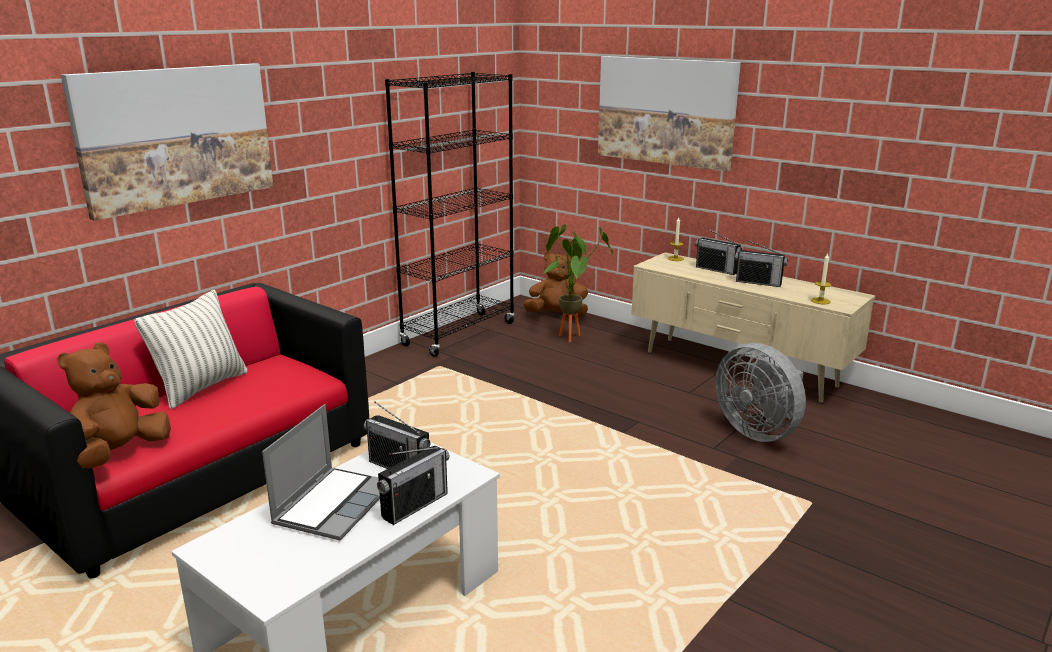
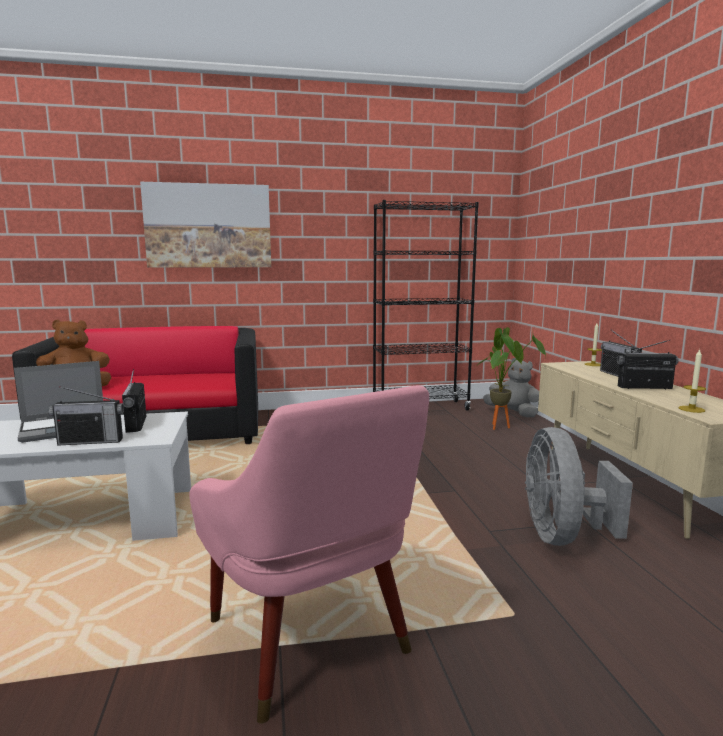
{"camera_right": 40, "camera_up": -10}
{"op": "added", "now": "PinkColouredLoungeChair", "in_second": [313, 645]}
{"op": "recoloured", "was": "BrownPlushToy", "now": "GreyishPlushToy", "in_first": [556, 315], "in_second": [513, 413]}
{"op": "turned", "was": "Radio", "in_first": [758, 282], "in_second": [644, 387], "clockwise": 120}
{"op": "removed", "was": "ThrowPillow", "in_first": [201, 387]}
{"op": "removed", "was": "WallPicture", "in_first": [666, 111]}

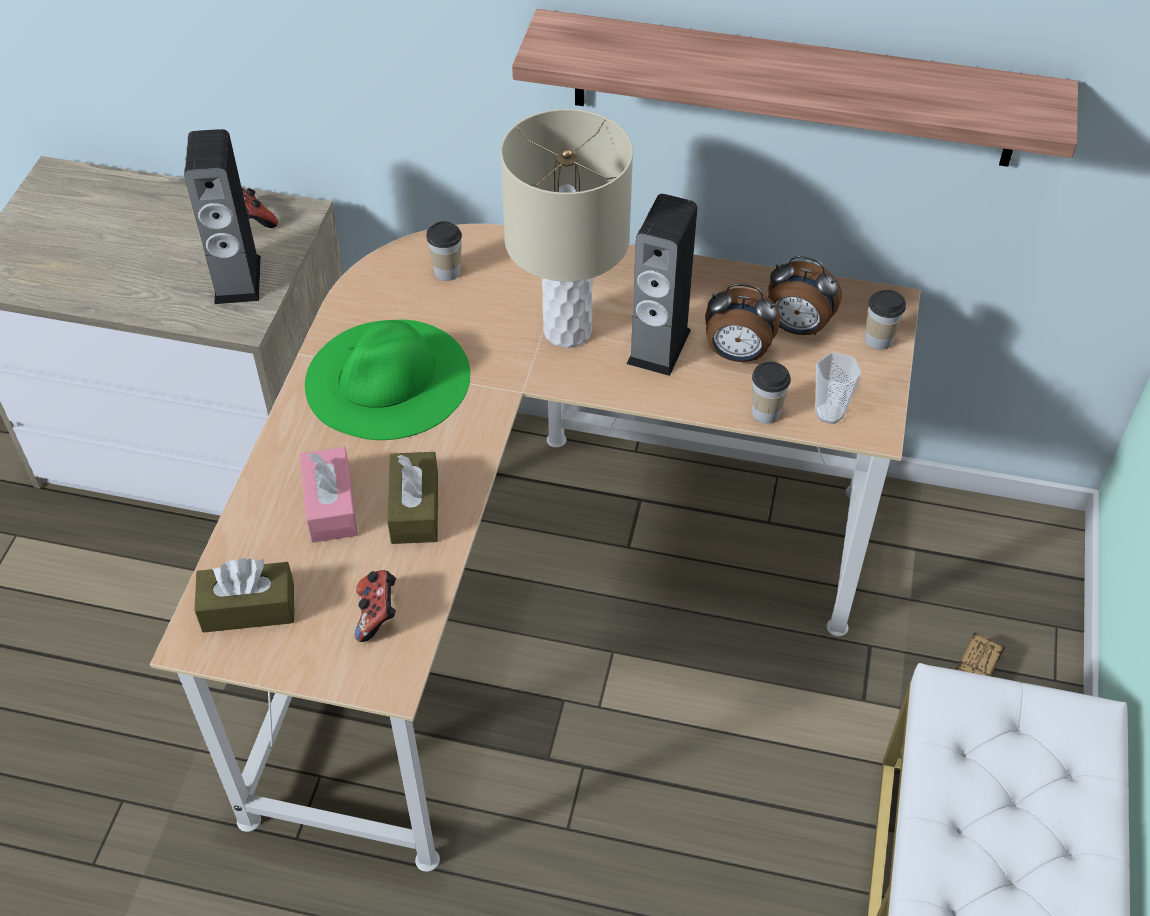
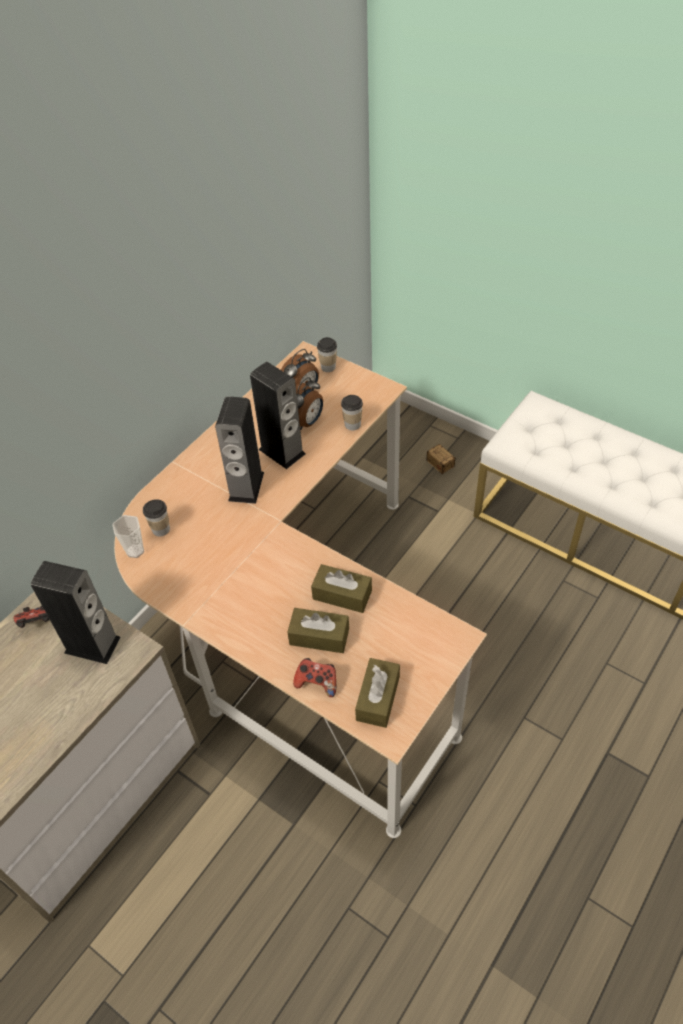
{"camera_right": -65, "camera_up": 0}
{"op": "moved", "was": "SmallCup", "in_first": [829, 413], "in_second": [135, 551]}
{"op": "replaced", "was": "SandColouredLampForATable", "now": "AudioSpeaker", "in_first": [568, 331], "in_second": [246, 486]}
{"op": "recoloured", "was": "PinkColouredTissueHolder", "now": "BrownTissueHolder", "in_first": [331, 505], "in_second": [319, 636]}
{"op": "moved", "was": "Gamepad", "in_first": [377, 614], "in_second": [317, 682]}
{"op": "removed", "was": "GreenClothingHat", "in_first": [388, 379]}
{"op": "removed", "was": "WallShelf", "in_first": [793, 89]}

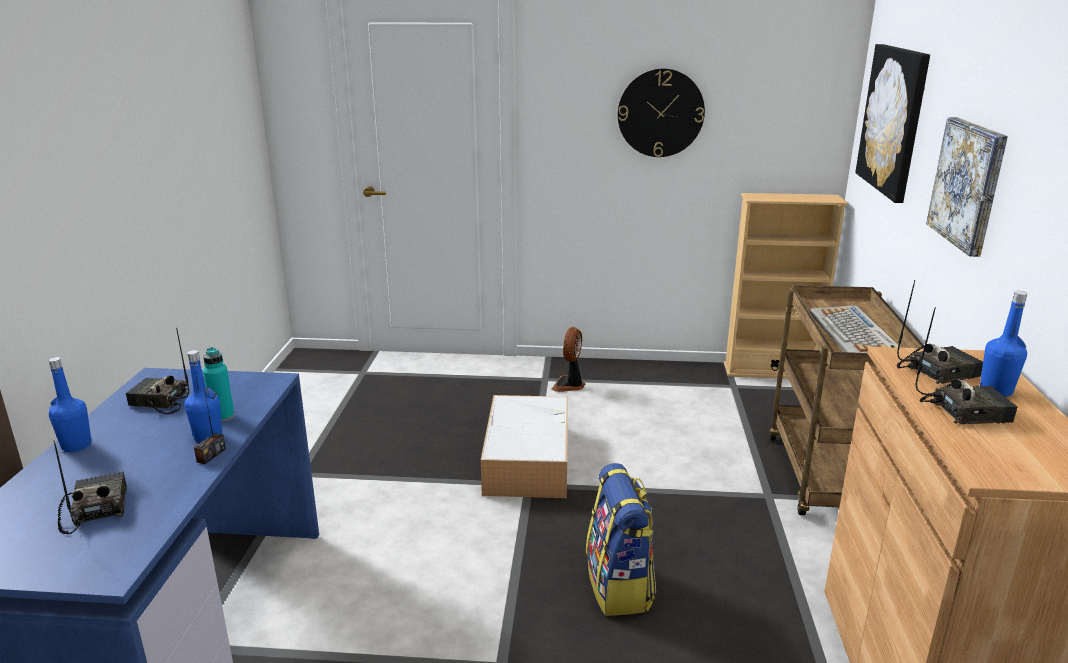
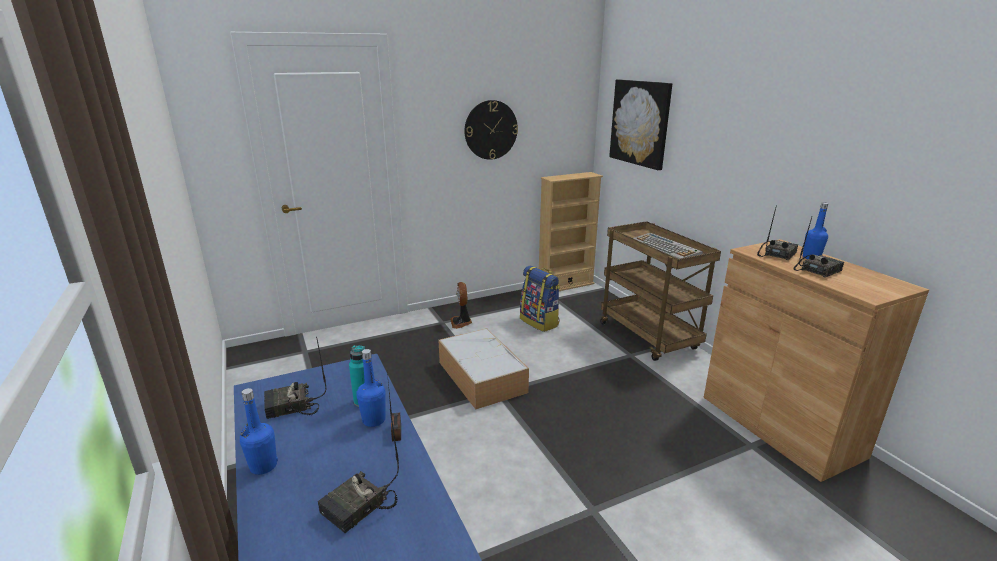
{"camera_right": -30, "camera_up": 0}
{"op": "turned", "was": "Radio", "in_first": [95, 509], "in_second": [359, 508], "clockwise": -90}
{"op": "moved", "was": "Backpack", "in_first": [620, 587], "in_second": [540, 322]}
{"op": "removed", "was": "WallPicture", "in_first": [968, 184]}

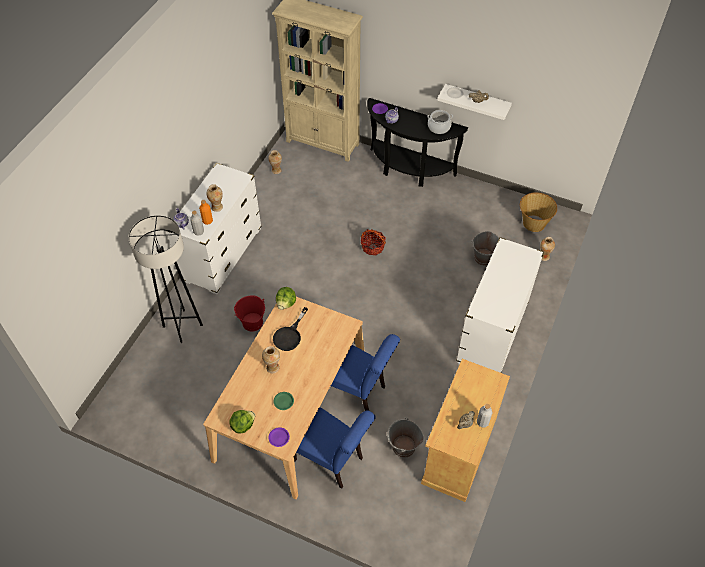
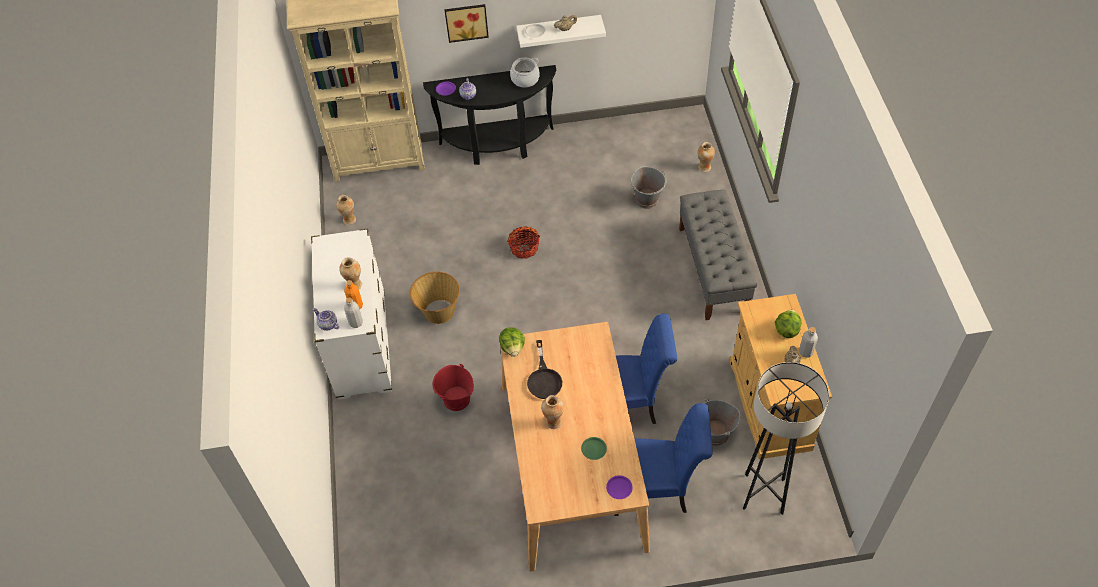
{"camera_right": -30, "camera_up": 0}
{"op": "moved", "was": "HouseholdBasket", "in_first": [533, 223], "in_second": [438, 311]}
{"op": "added", "now": "WallPicture", "in_second": [466, 21]}
{"op": "replaced", "was": "WhiteChestOfDrawers", "now": "GreyishLongSeat", "in_first": [492, 332], "in_second": [713, 270]}
{"op": "moved", "was": "GreyishFloorLamp", "in_first": [182, 326], "in_second": [764, 494]}
{"op": "moved", "was": "HeadOfLettuce", "in_first": [242, 425], "in_second": [786, 330]}

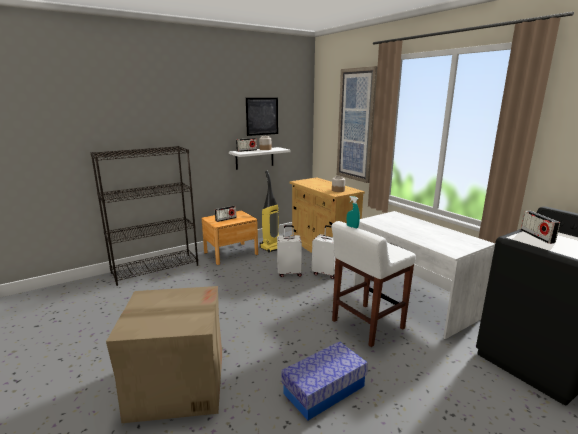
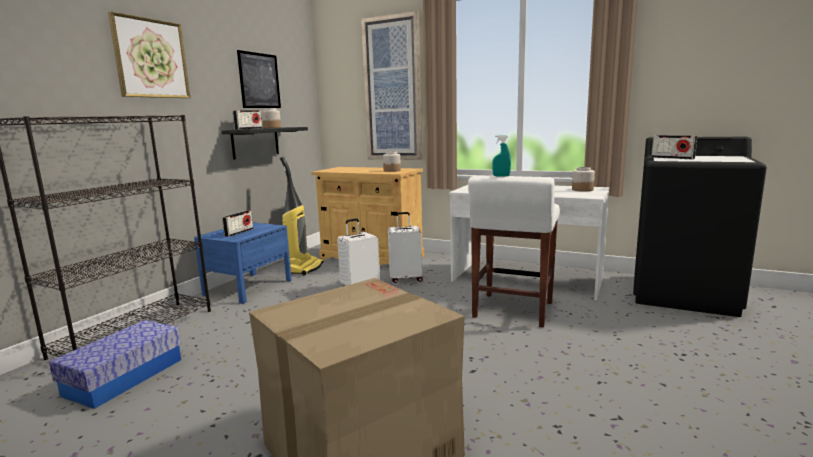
{"camera_right": -30, "camera_up": -5}
{"op": "moved", "was": "StorageBox", "in_first": [324, 389], "in_second": [124, 377]}
{"op": "added", "now": "WallPicture", "in_second": [151, 58]}
{"op": "recoloured", "was": "BrownBedsideTable", "now": "BlueBedsideTable", "in_first": [231, 253], "in_second": [248, 287]}
{"op": "recoloured", "was": "WhiteWallShelf", "now": "BlackishWallShelf", "in_first": [254, 158], "in_second": [255, 142]}
{"op": "added", "now": "StorageJar", "in_second": [582, 190]}

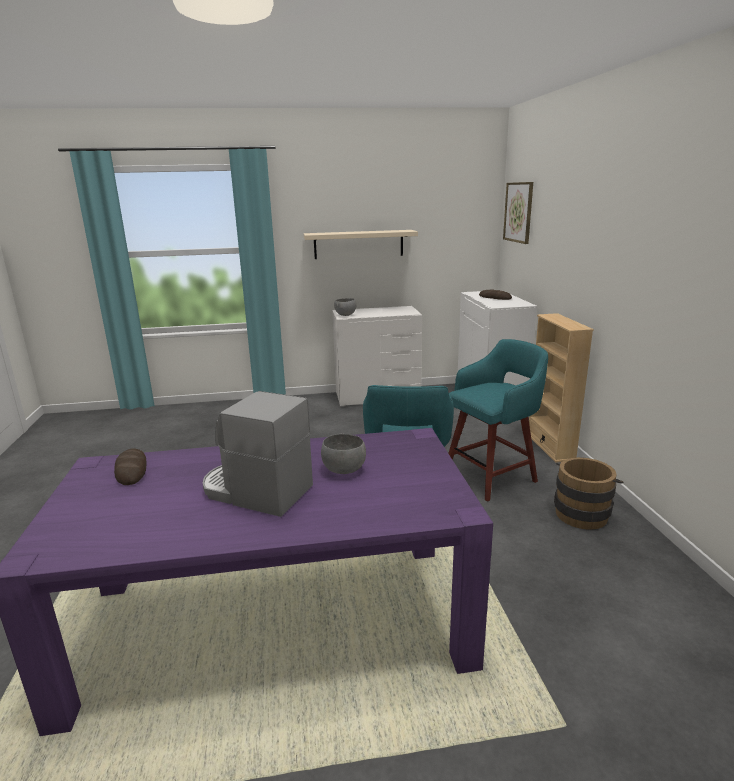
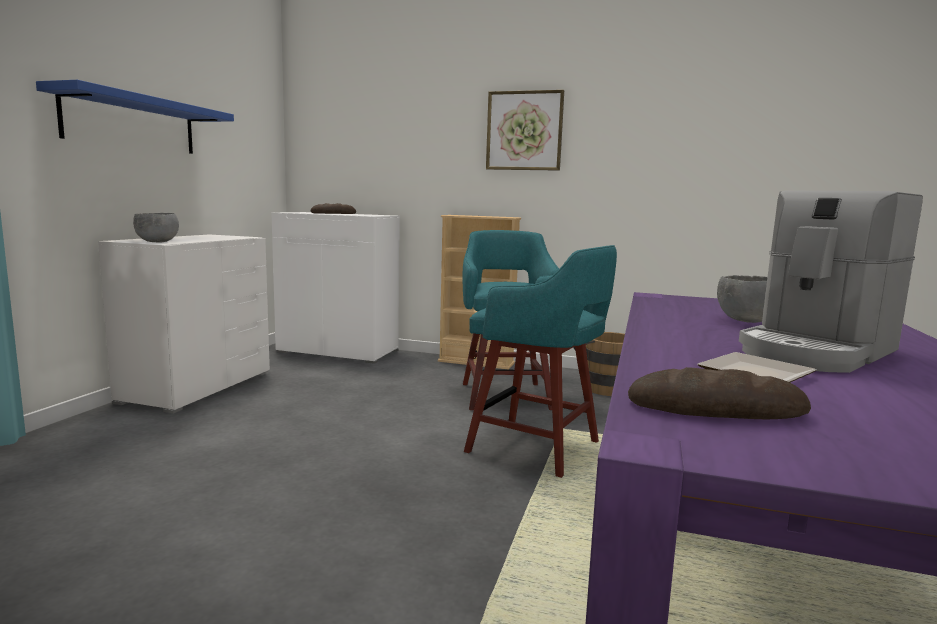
{"camera_right": -65, "camera_up": -10}
{"op": "recoloured", "was": "SandColouredWallShelf", "now": "BlueWallShelf", "in_first": [358, 244], "in_second": [132, 123]}
{"op": "moved", "was": "WallPicture", "in_first": [518, 212], "in_second": [524, 131]}
{"op": "added", "now": "Plate", "in_second": [759, 374]}

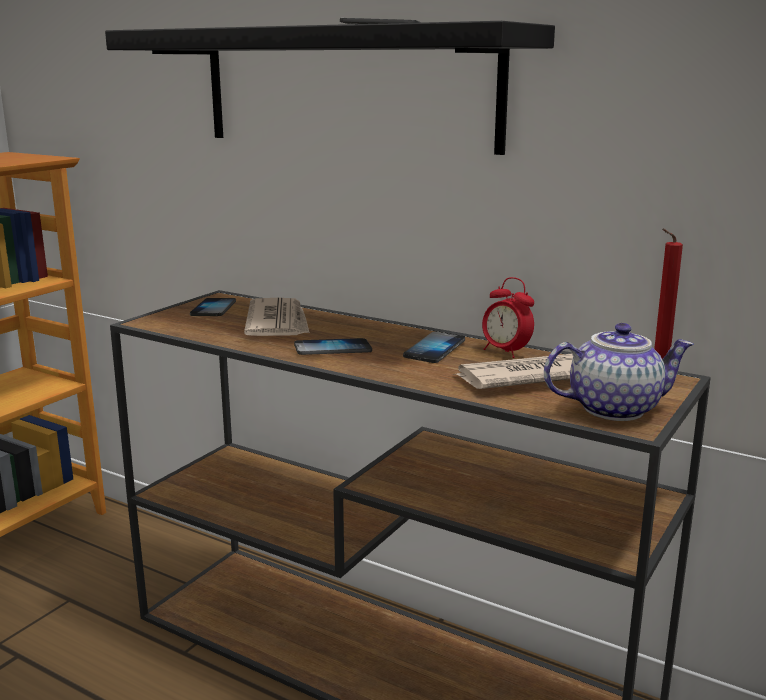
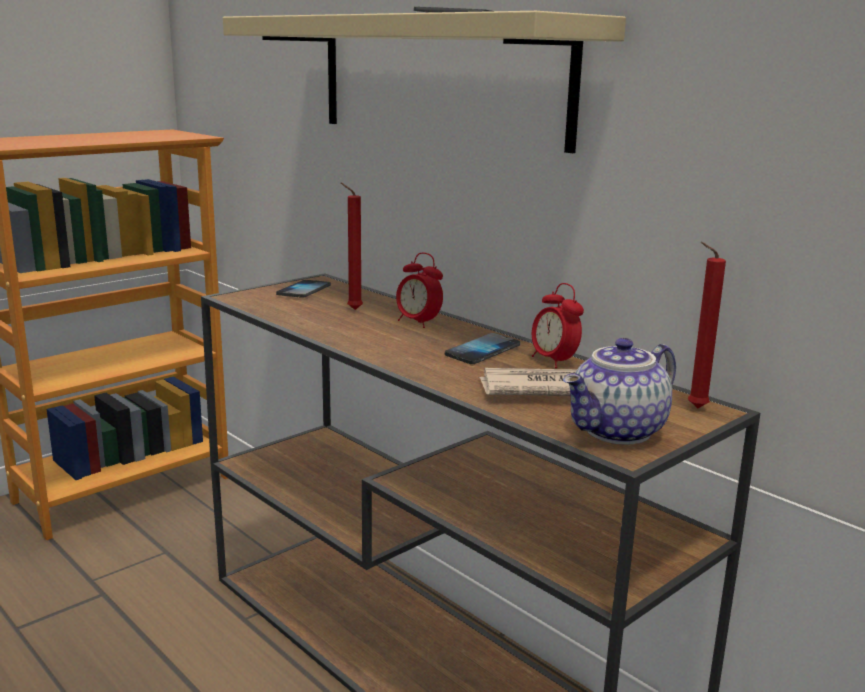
{"camera_right": 15, "camera_up": 0}
{"op": "recoloured", "was": "BlackishWallShelf", "now": "SandColouredWallShelf", "in_first": [346, 88], "in_second": [438, 78]}
{"op": "replaced", "was": "Newspaper", "now": "ReddishCandle", "in_first": [278, 323], "in_second": [352, 309]}
{"op": "added", "now": "BedsideClock", "in_second": [418, 323]}
{"op": "turned", "was": "PotForTea", "in_first": [614, 408], "in_second": [618, 432], "clockwise": 135}
{"op": "removed", "was": "Handset", "in_first": [333, 349]}

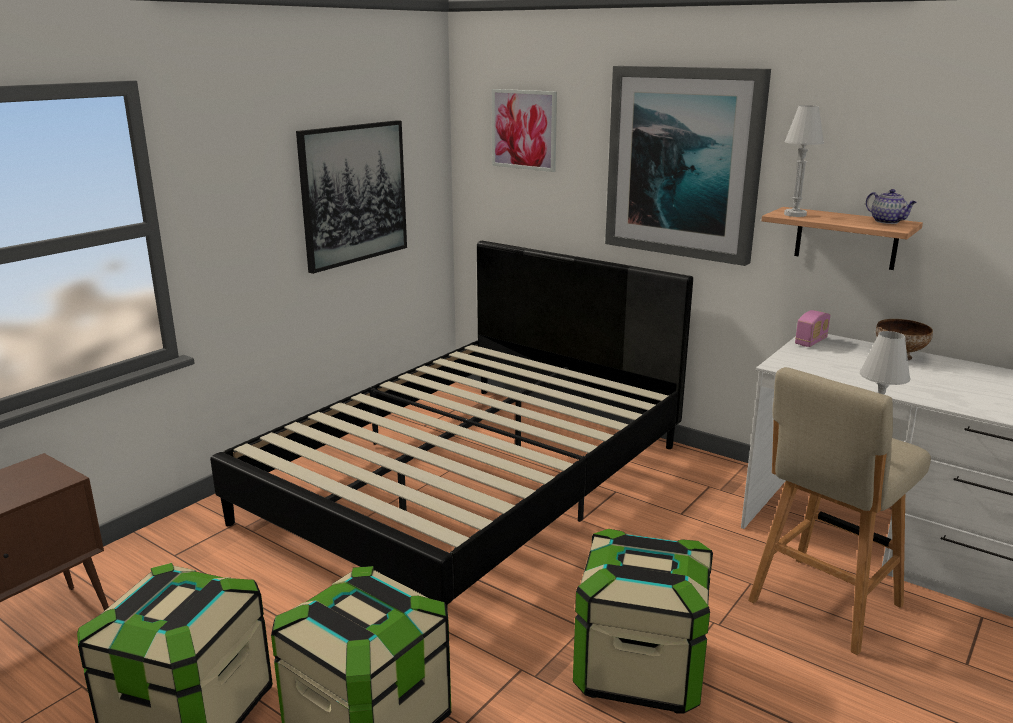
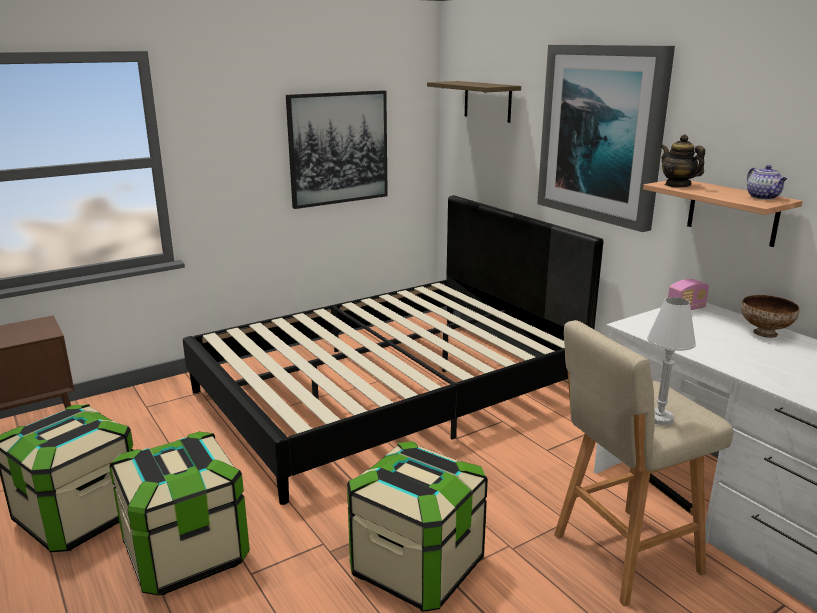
{"camera_right": 20, "camera_up": 0}
{"op": "replaced", "was": "WallPicture", "now": "WallShelf", "in_first": [524, 129], "in_second": [487, 101]}
{"op": "replaced", "was": "WhiteLampForATable", "now": "PotForTea", "in_first": [795, 214], "in_second": [677, 185]}

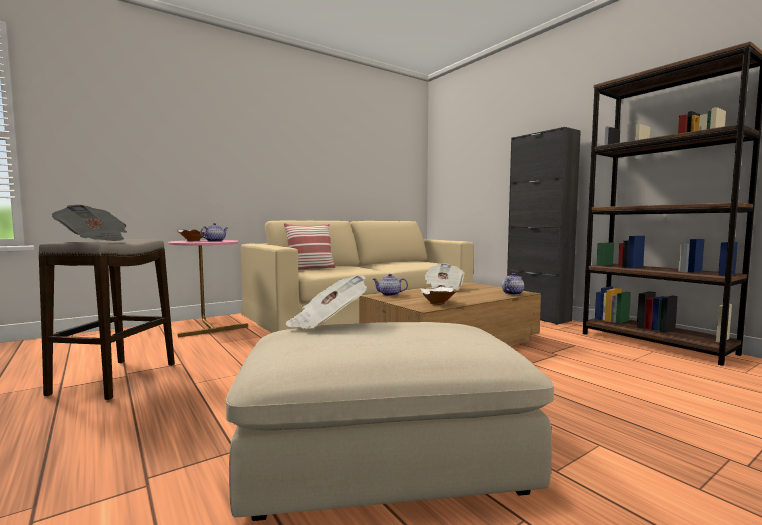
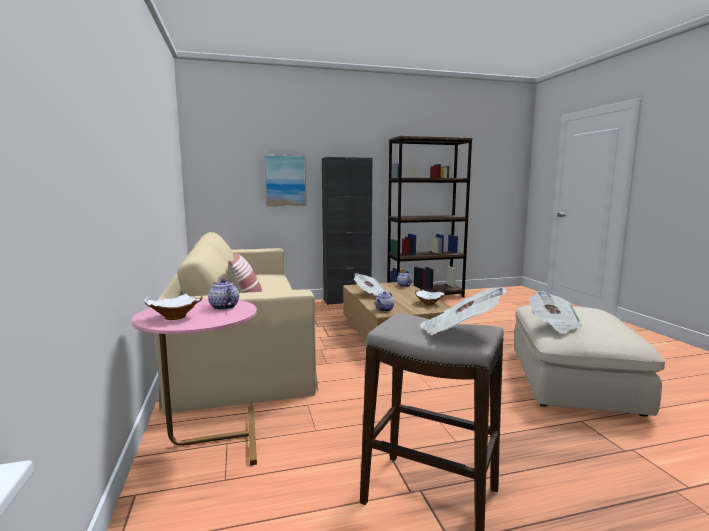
{"camera_right": -70, "camera_up": 5}
{"op": "added", "now": "WallPicture", "in_second": [285, 180]}

